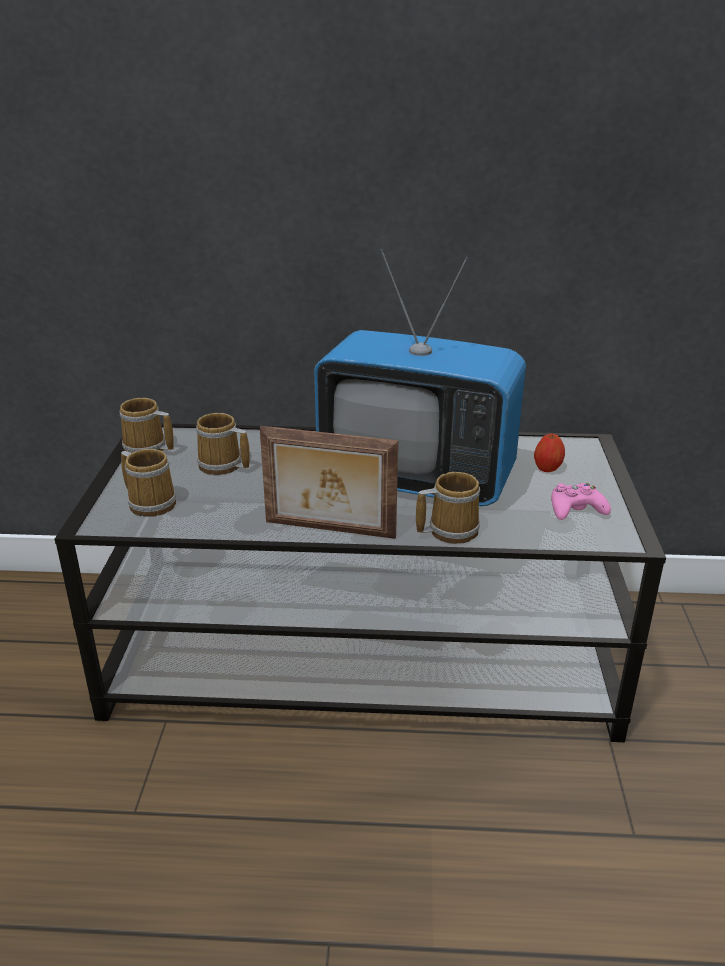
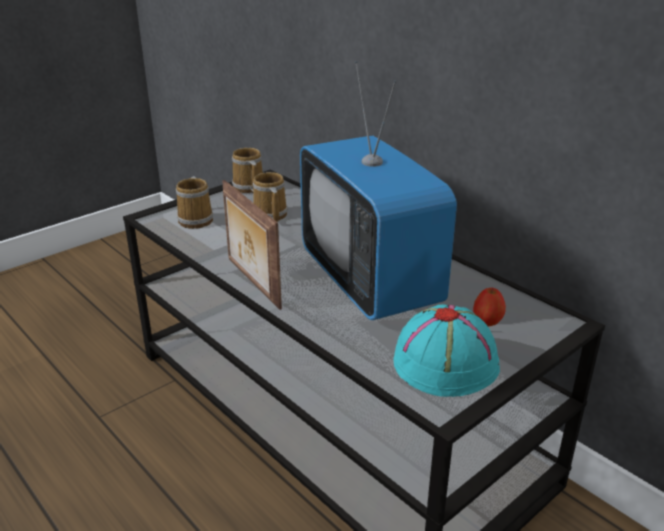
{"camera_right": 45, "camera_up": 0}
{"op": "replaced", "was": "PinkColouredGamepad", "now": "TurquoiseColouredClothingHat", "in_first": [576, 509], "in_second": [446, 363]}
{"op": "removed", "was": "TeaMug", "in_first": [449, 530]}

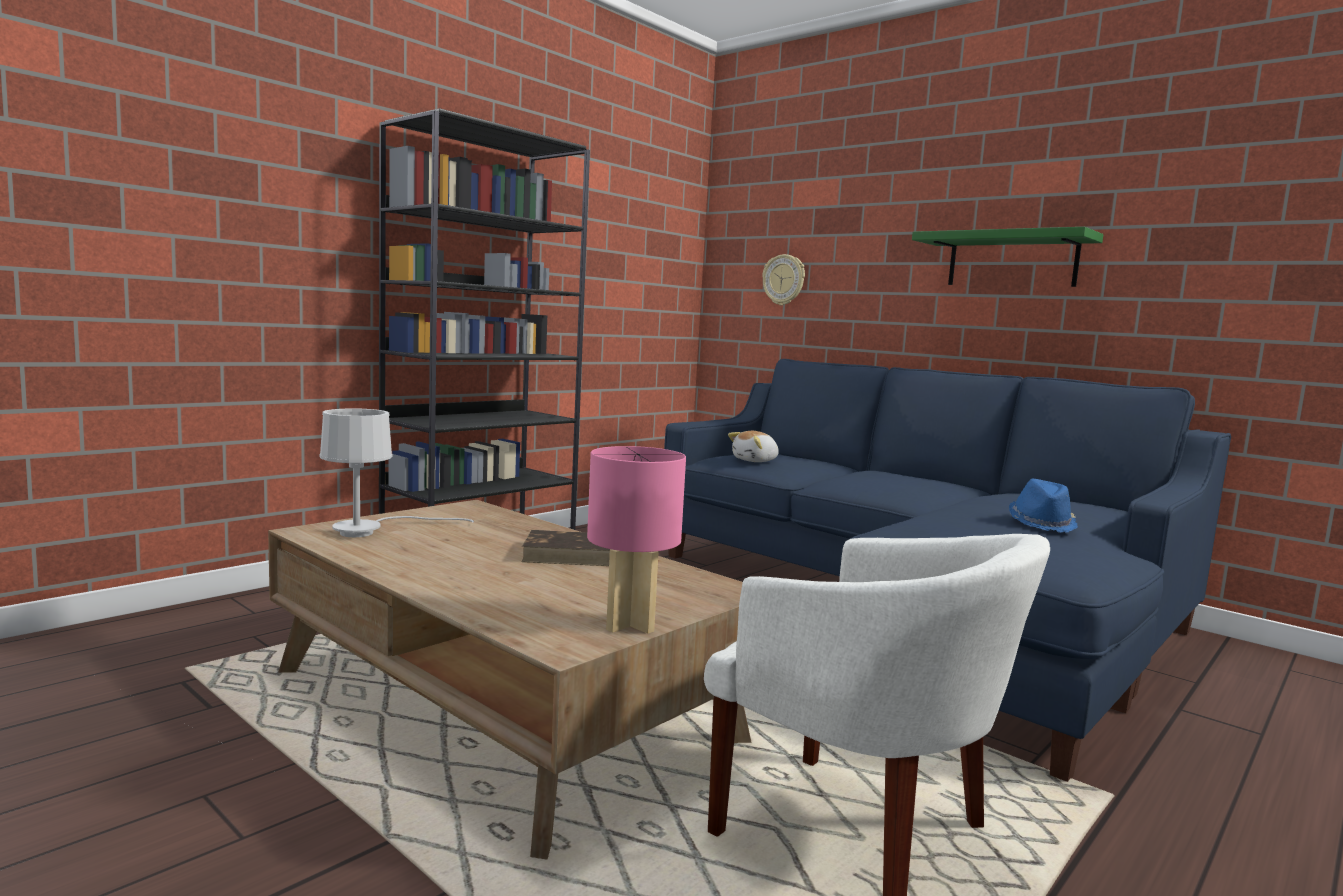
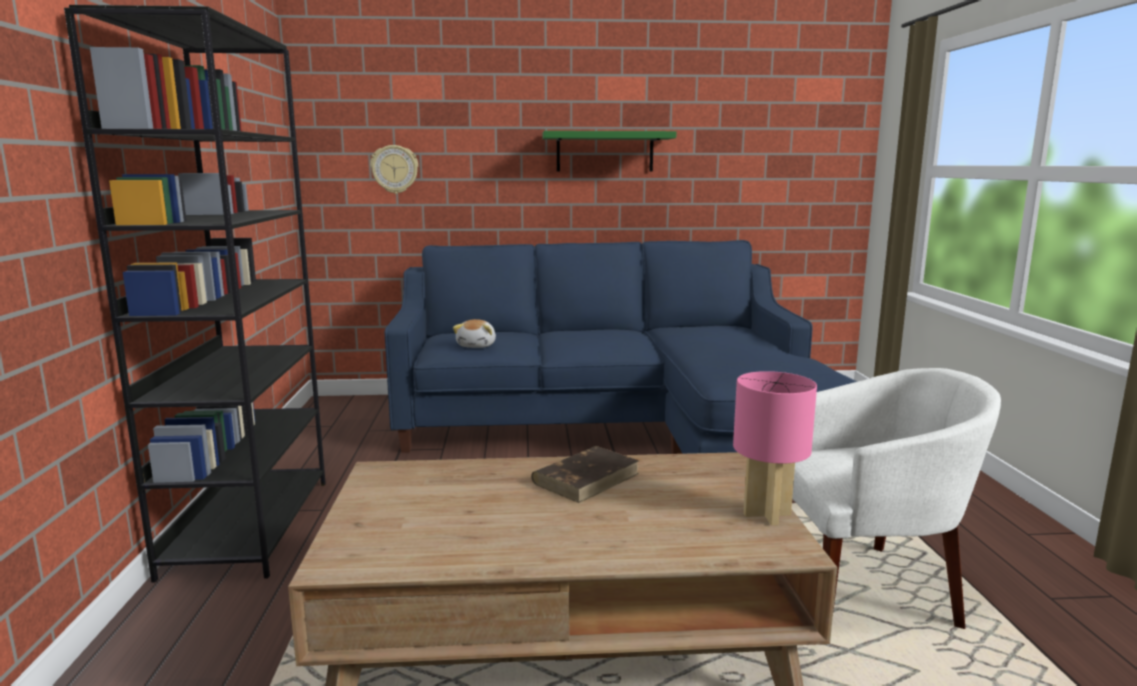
{"camera_right": -45, "camera_up": 5}
{"op": "removed", "was": "WhiteLampForATable", "in_first": [370, 531]}
{"op": "removed", "was": "BlueClothingHat", "in_first": [1041, 523]}

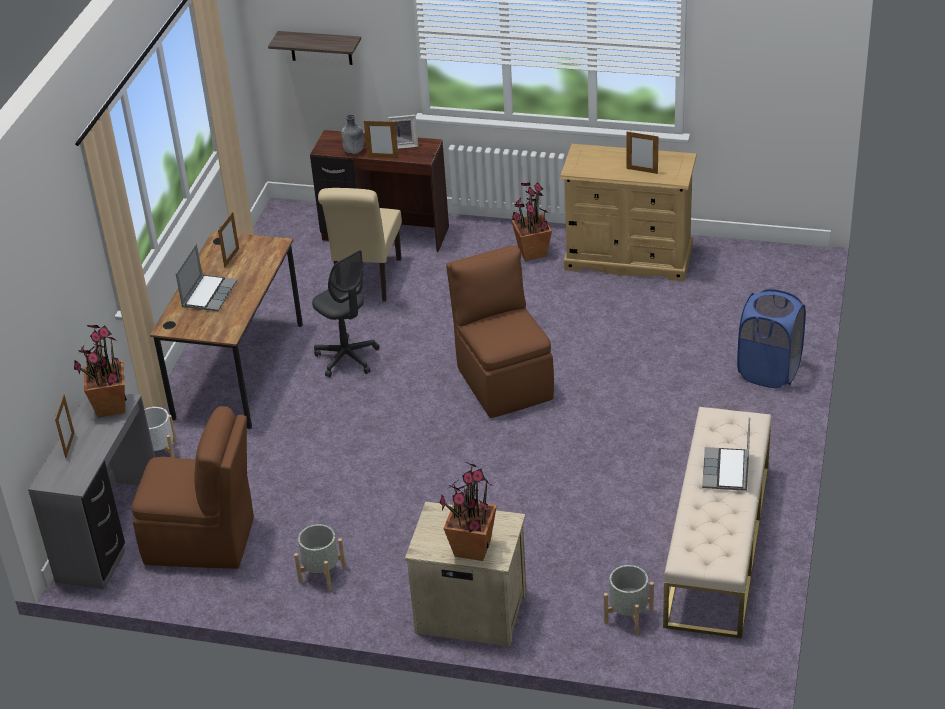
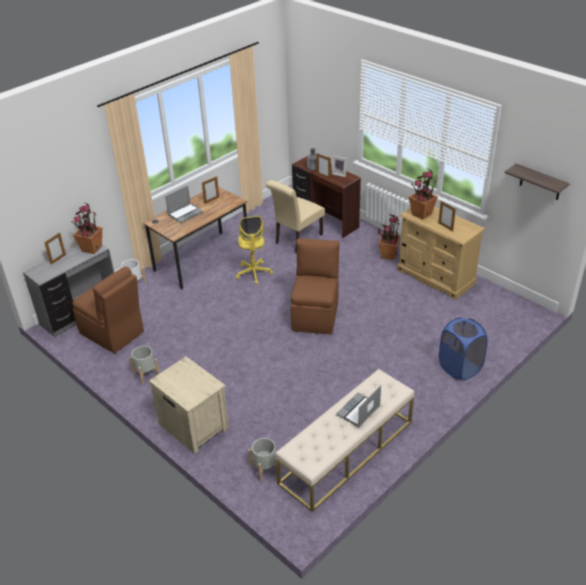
{"camera_right": 30, "camera_up": 0}
{"op": "recoloured", "was": "GreyishDeskChair", "now": "YellowColouredDeskChair", "in_first": [347, 358], "in_second": [254, 273]}
{"op": "moved", "was": "Houseplant", "in_first": [472, 548], "in_second": [421, 214]}
{"op": "moved", "was": "WallShelf", "in_first": [321, 47], "in_second": [540, 182]}

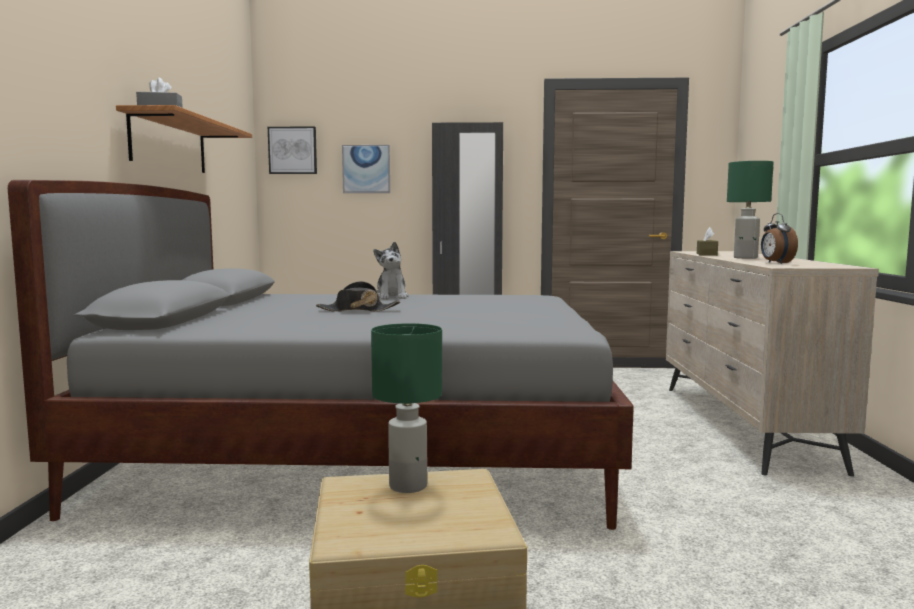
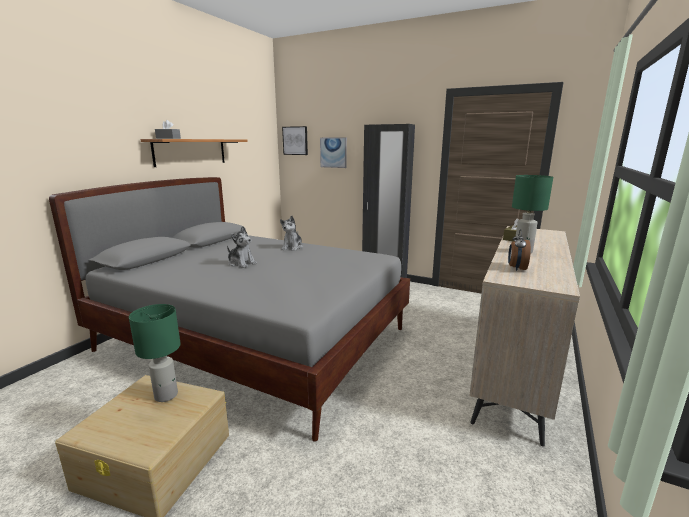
{"camera_right": 25, "camera_up": 10}
{"op": "replaced", "was": "BlackishClothingHat", "now": "PlushToy", "in_first": [357, 310], "in_second": [241, 263]}

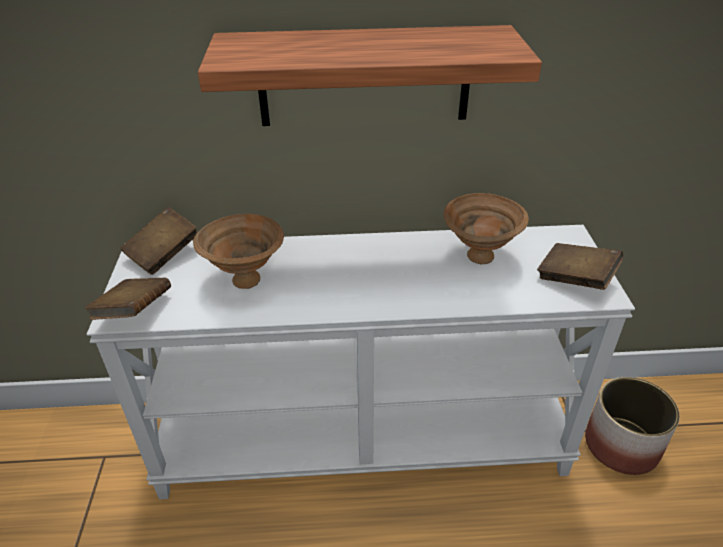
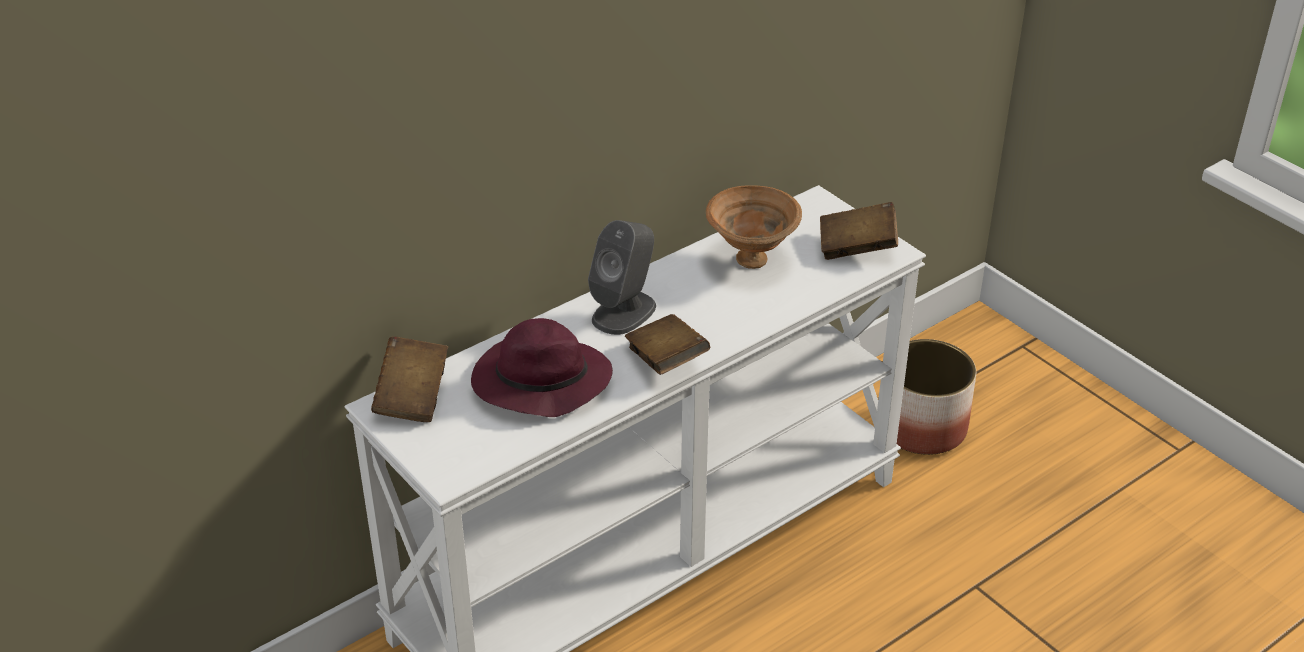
{"camera_right": -35, "camera_up": 0}
{"op": "replaced", "was": "BrownServingBowl", "now": "PurpleColouredClothingHat", "in_first": [244, 279], "in_second": [539, 383]}
{"op": "added", "now": "GreyishAudioSpeaker", "in_second": [624, 312]}
{"op": "moved", "was": "BrownBoundBook", "in_first": [134, 312], "in_second": [666, 361]}
{"op": "removed", "was": "WallShelf", "in_first": [364, 77]}

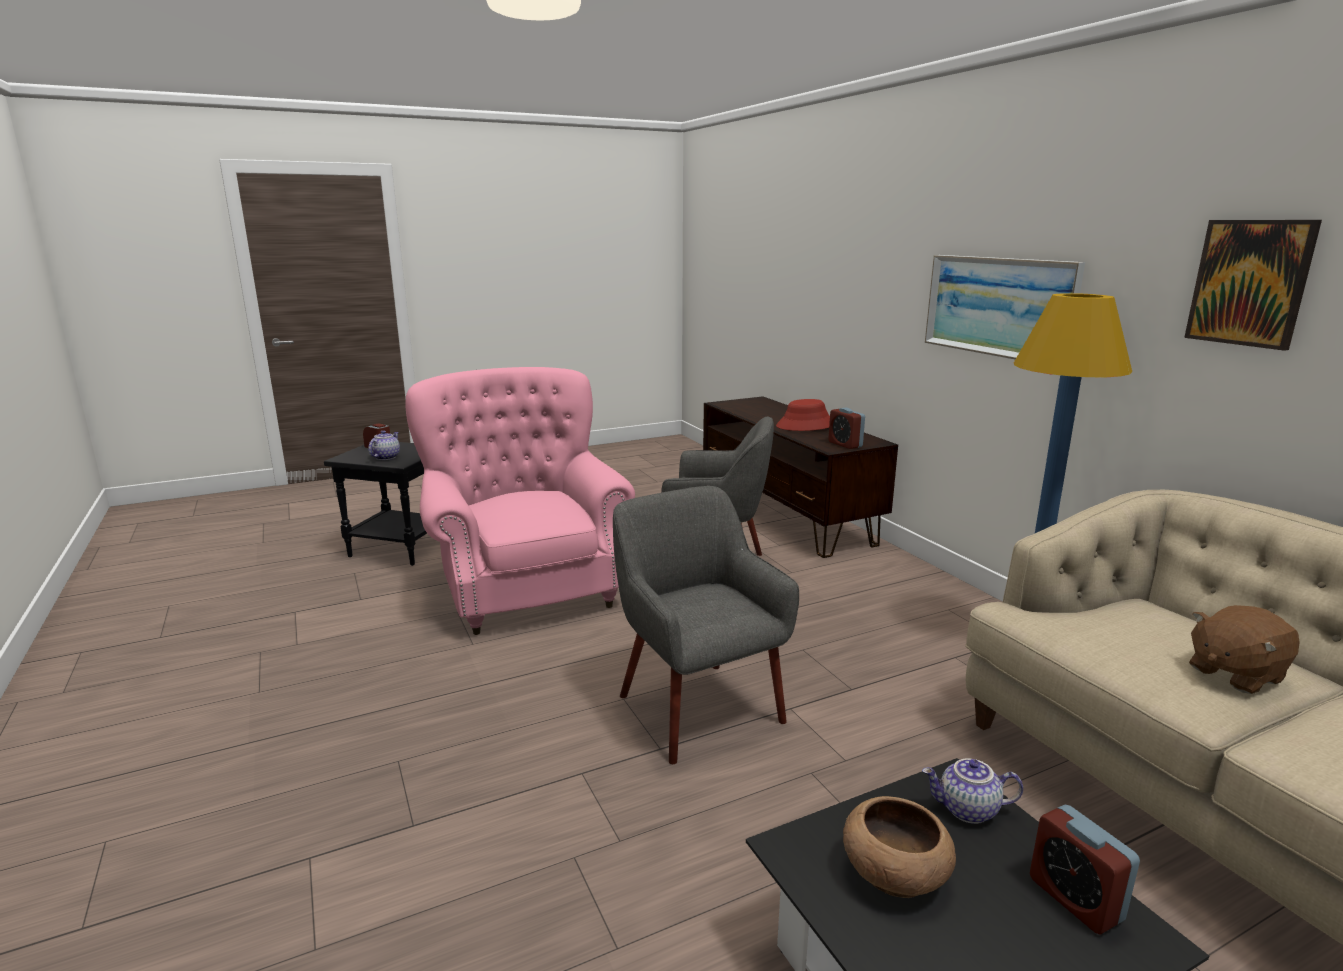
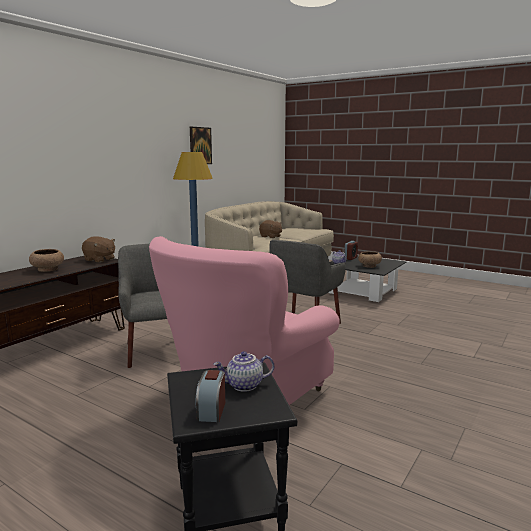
{"camera_right": -120, "camera_up": -5}
{"op": "replaced", "was": "ReddishClothingHat", "now": "BrownServingBowl", "in_first": [806, 425], "in_second": [48, 269]}
{"op": "replaced", "was": "BedsideClock", "now": "BrownPlushToy", "in_first": [845, 444], "in_second": [99, 260]}
{"op": "removed", "was": "WallPicture", "in_first": [998, 306]}

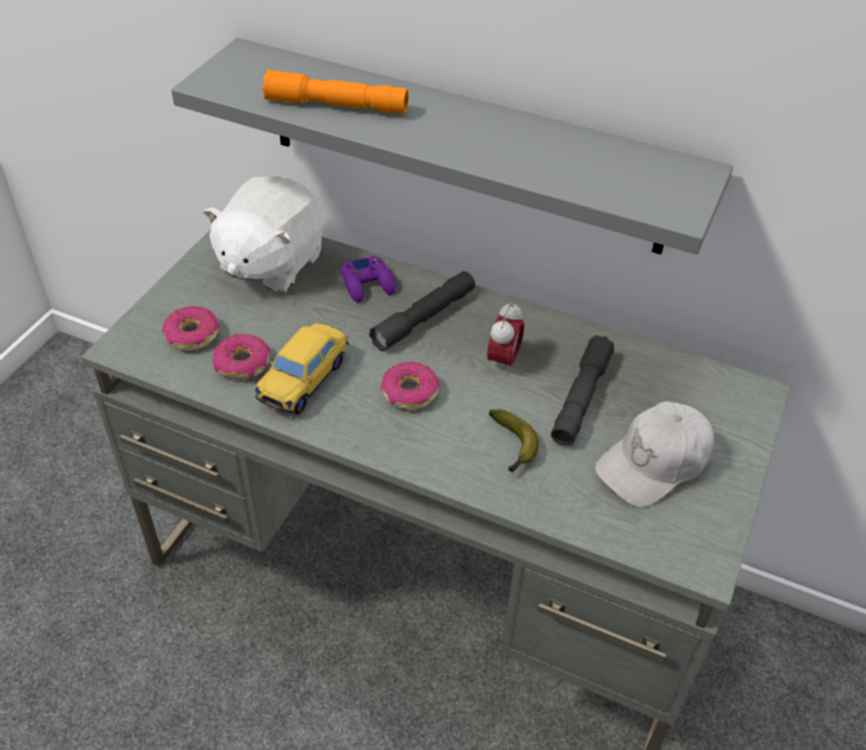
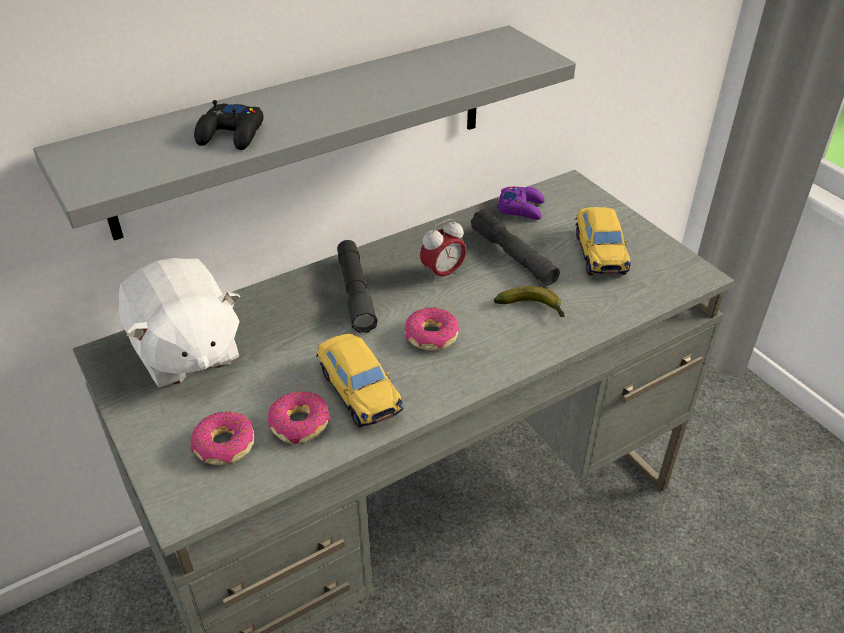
{"camera_right": -55, "camera_up": -5}
{"op": "replaced", "was": "OrangeyHandTorch", "now": "BlackishGamepad", "in_first": [336, 105], "in_second": [232, 134]}
{"op": "turned", "was": "BedsideClock", "in_first": [503, 361], "in_second": [442, 274], "clockwise": 90}
{"op": "moved", "was": "PurpleColouredGamepad", "in_first": [368, 284], "in_second": [521, 208]}
{"op": "replaced", "was": "WhiteCap", "now": "ToyCar", "in_first": [654, 464], "in_second": [599, 253]}

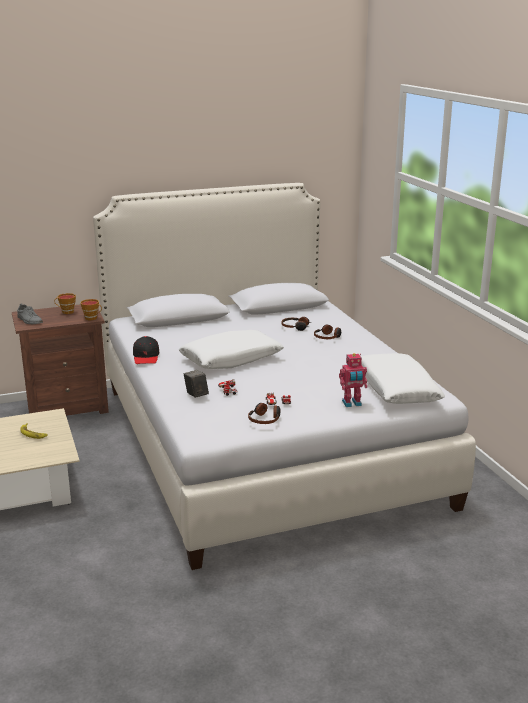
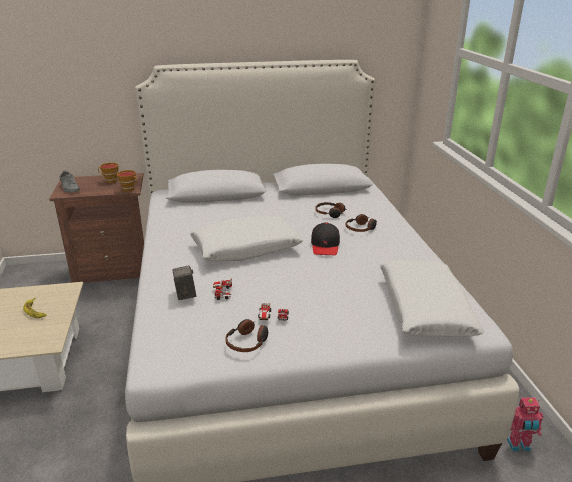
{"camera_right": 10, "camera_up": 5}
{"op": "moved", "was": "BlackishCap", "in_first": [146, 357], "in_second": [325, 245]}
{"op": "moved", "was": "ToyRobot", "in_first": [352, 404], "in_second": [519, 446]}

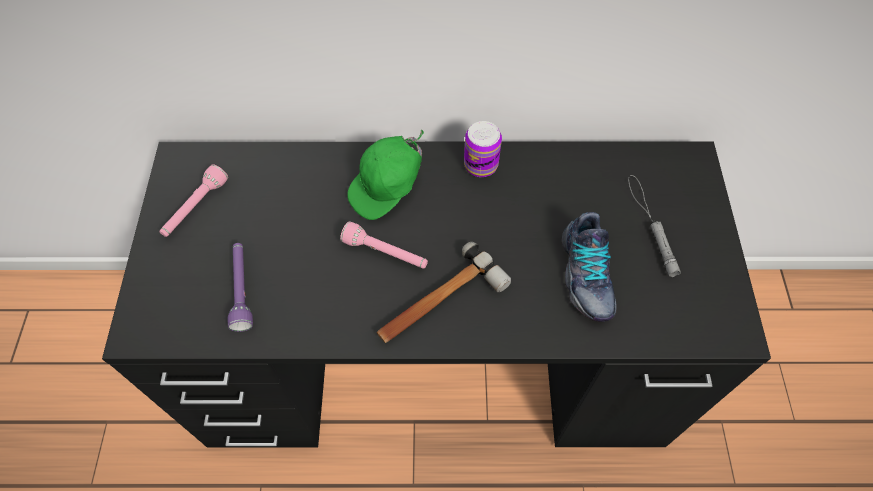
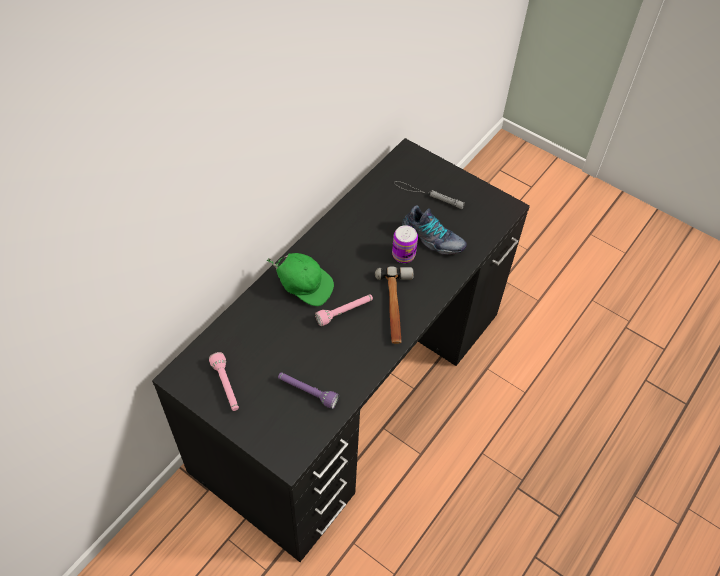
{"camera_right": -55, "camera_up": -5}
{"op": "turned", "was": "GreenCap", "in_first": [388, 189], "in_second": [304, 286], "clockwise": -60}
{"op": "moved", "was": "Can", "in_first": [480, 165], "in_second": [403, 255]}

